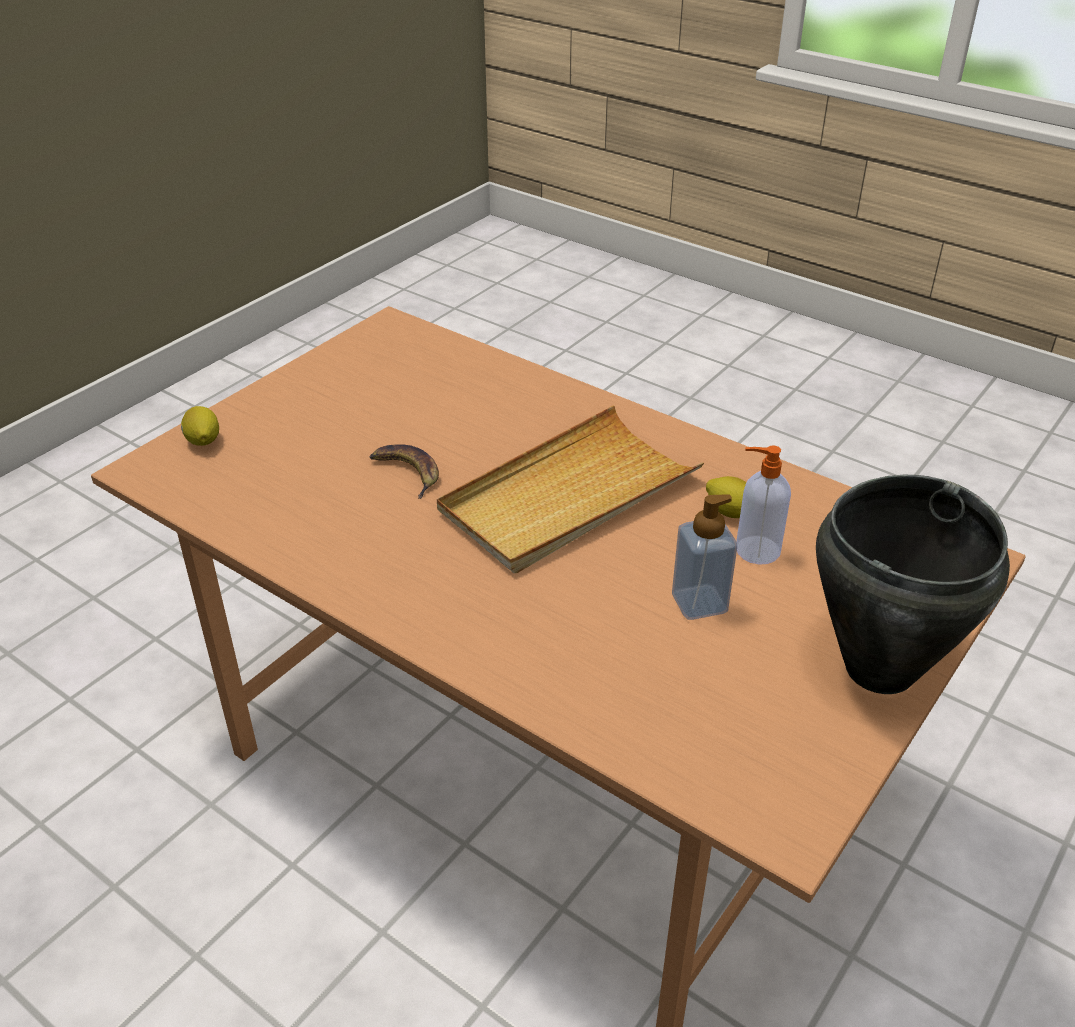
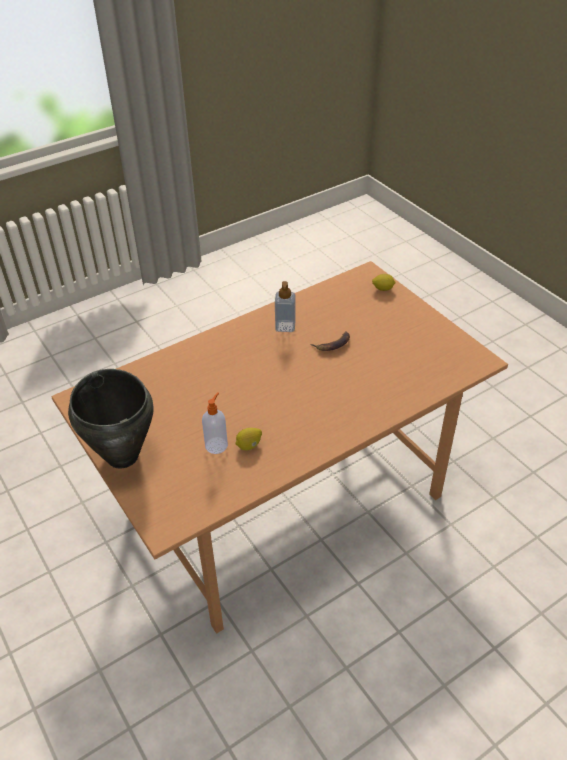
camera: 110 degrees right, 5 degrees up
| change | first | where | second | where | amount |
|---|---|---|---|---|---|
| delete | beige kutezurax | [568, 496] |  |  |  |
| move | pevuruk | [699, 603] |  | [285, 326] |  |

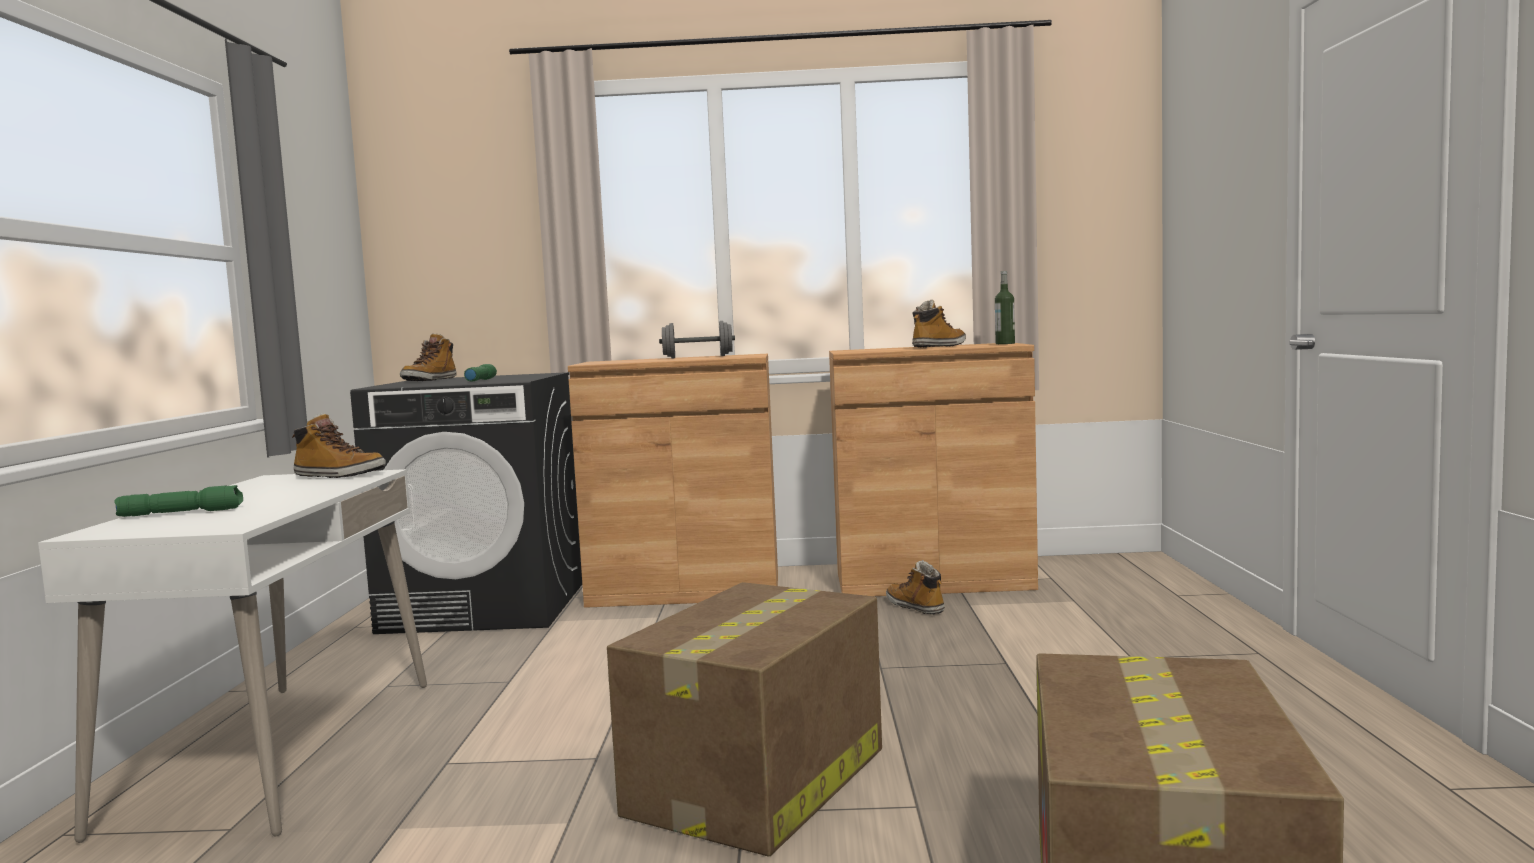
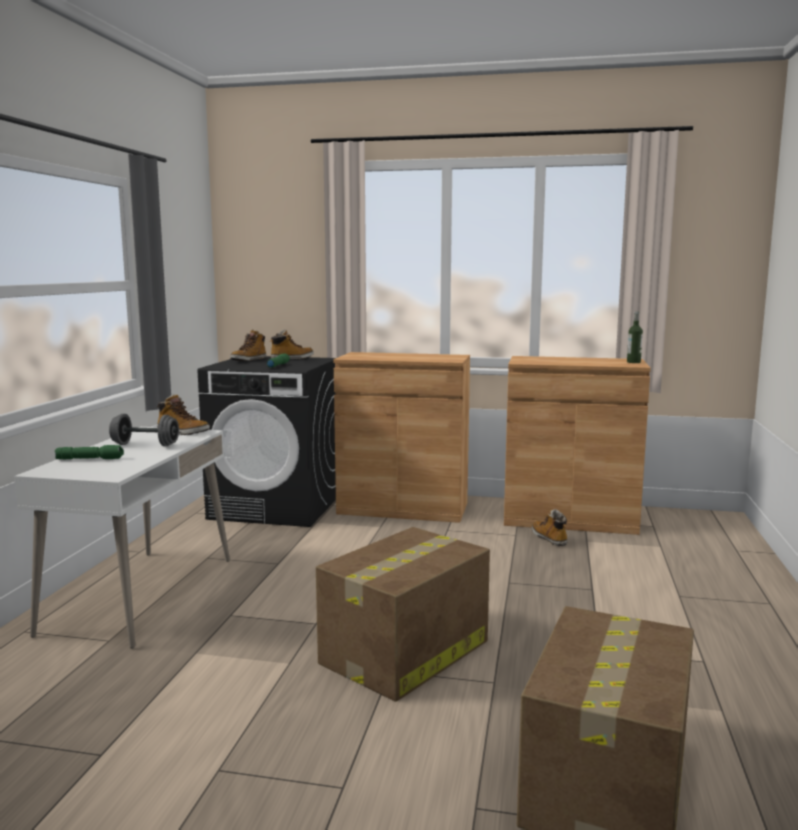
camera: 10 degrees right, 5 degrees up
| change | first | where | second | where | amount |
|---|---|---|---|---|---|
| move | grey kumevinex | [698, 357] |  | [145, 445] |  |
| move | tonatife | [939, 346] |  | [292, 359] |  |

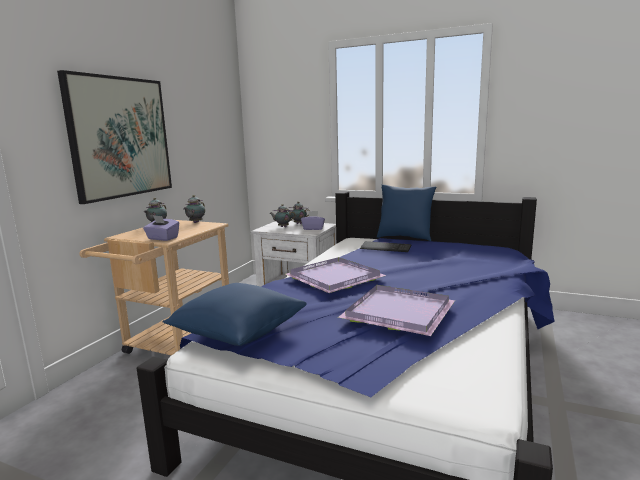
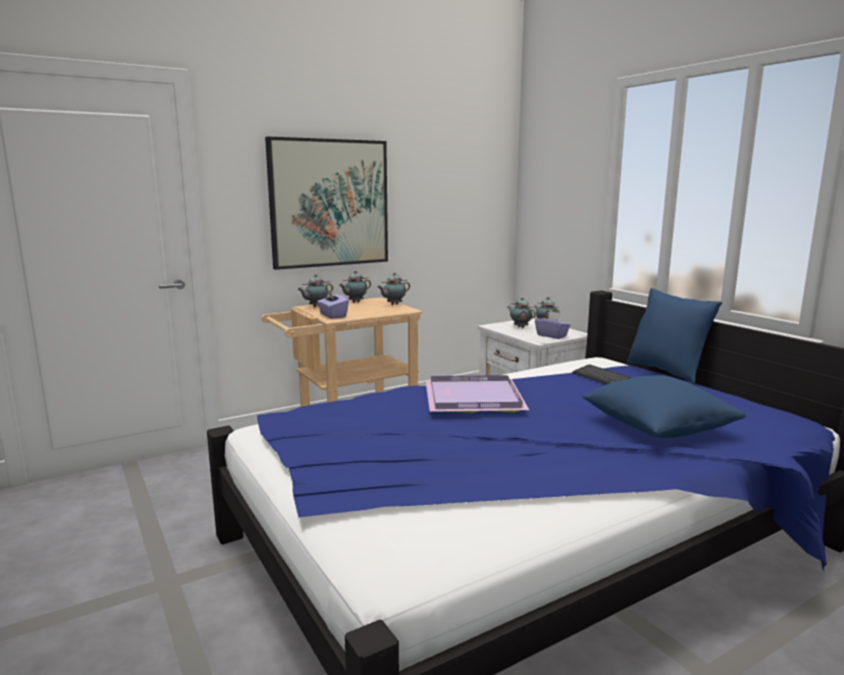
camera: 35 degrees right, 0 degrees up
| change | first | where | second | where | amount |
|---|---|---|---|---|---|
| delete | purple kutezurax | [396, 313] |  |  |  |
| insert |  |  | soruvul | [315, 307] |  |
| move | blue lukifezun | [238, 332] |  | [657, 427] |  |

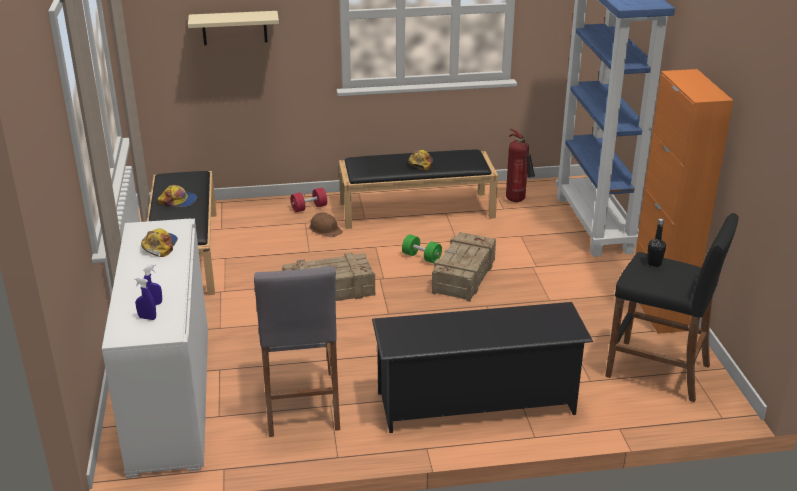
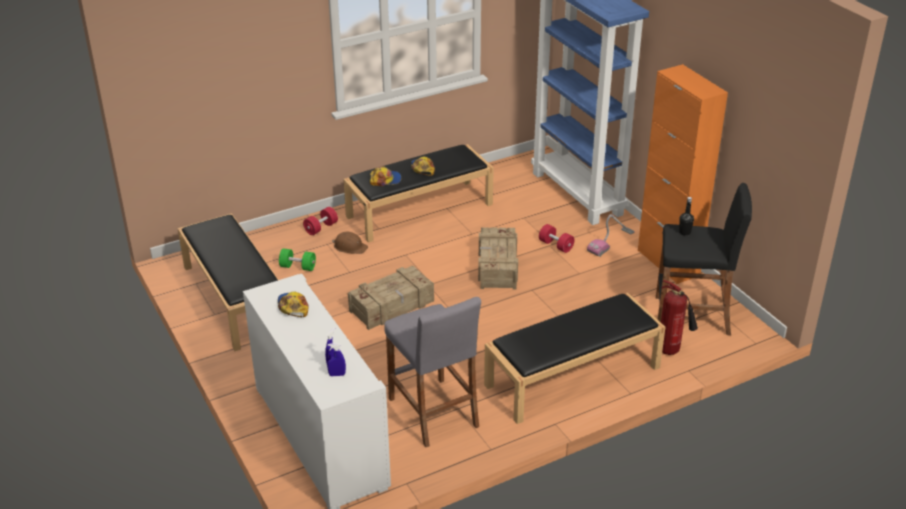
camera: 20 degrees left, 5 degrees up
| change | first | where | second | where | amount |
|---|---|---|---|---|---|
| delete | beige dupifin | [234, 28] |  |  |  |
| insert |  |  | red kumevinex | [556, 245] |  |
| insert |  |  | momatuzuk | [611, 242] |  |
| move | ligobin | [178, 201] |  | [385, 180] |  |
| move | green kumevinex | [421, 257] |  | [298, 267] |  |
| move | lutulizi | [517, 201] |  | [671, 351] |  |
| replace | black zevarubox | [476, 403] | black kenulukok | [572, 377] |  |

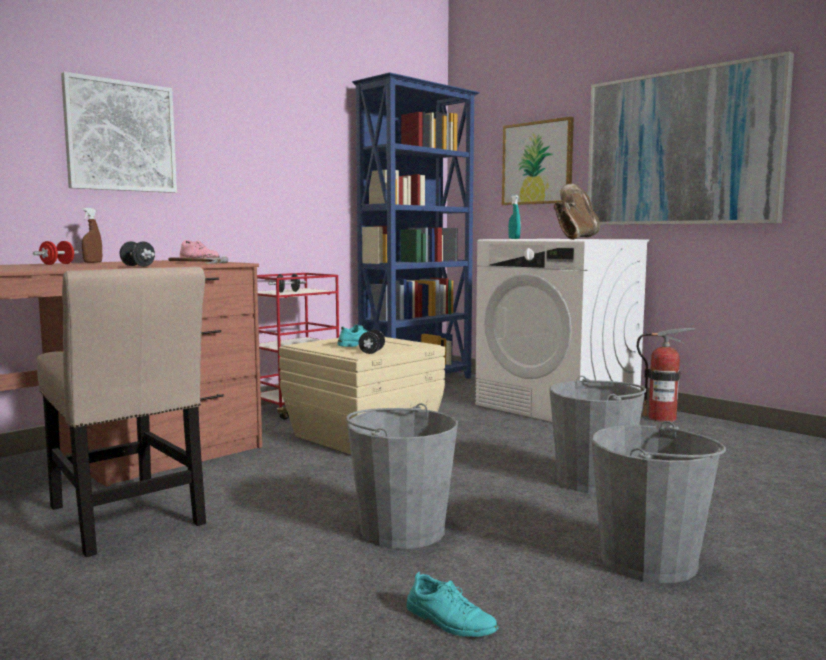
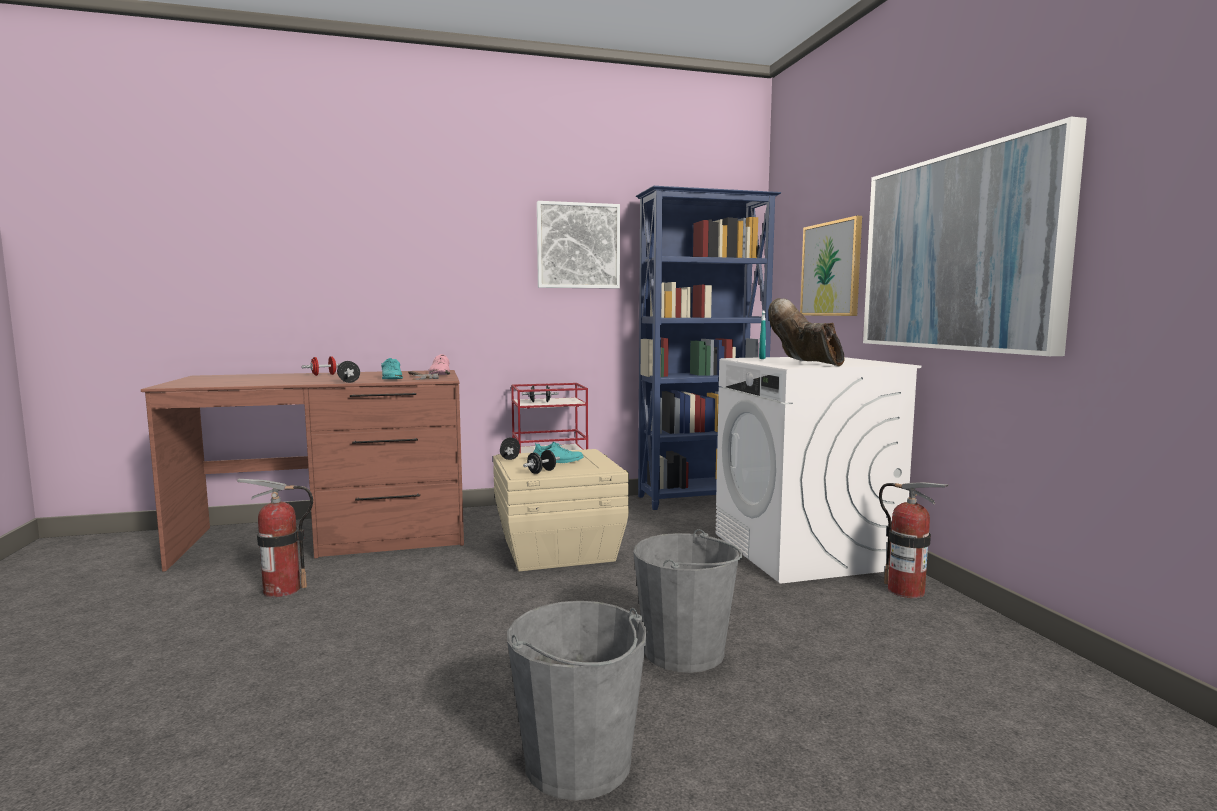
camera: 30 degrees right, 0 degrees up
| change | first | where | second | where | amount |
|---|---|---|---|---|---|
| delete | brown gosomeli | [93, 262] |  |  |  |
| delete | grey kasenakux | [402, 530] |  |  |  |
| insert |  |  | black kumevinex | [510, 458] |  |
| move | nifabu | [120, 136] |  | [578, 246] |  |
| move | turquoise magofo | [450, 620] |  | [392, 378] |  |
| replace | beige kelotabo | [127, 519] | lutulizi | [282, 590] |  |
| rotate | brown tonatife | [574, 239] |  | [805, 364] | 90 degrees counterclockwise |

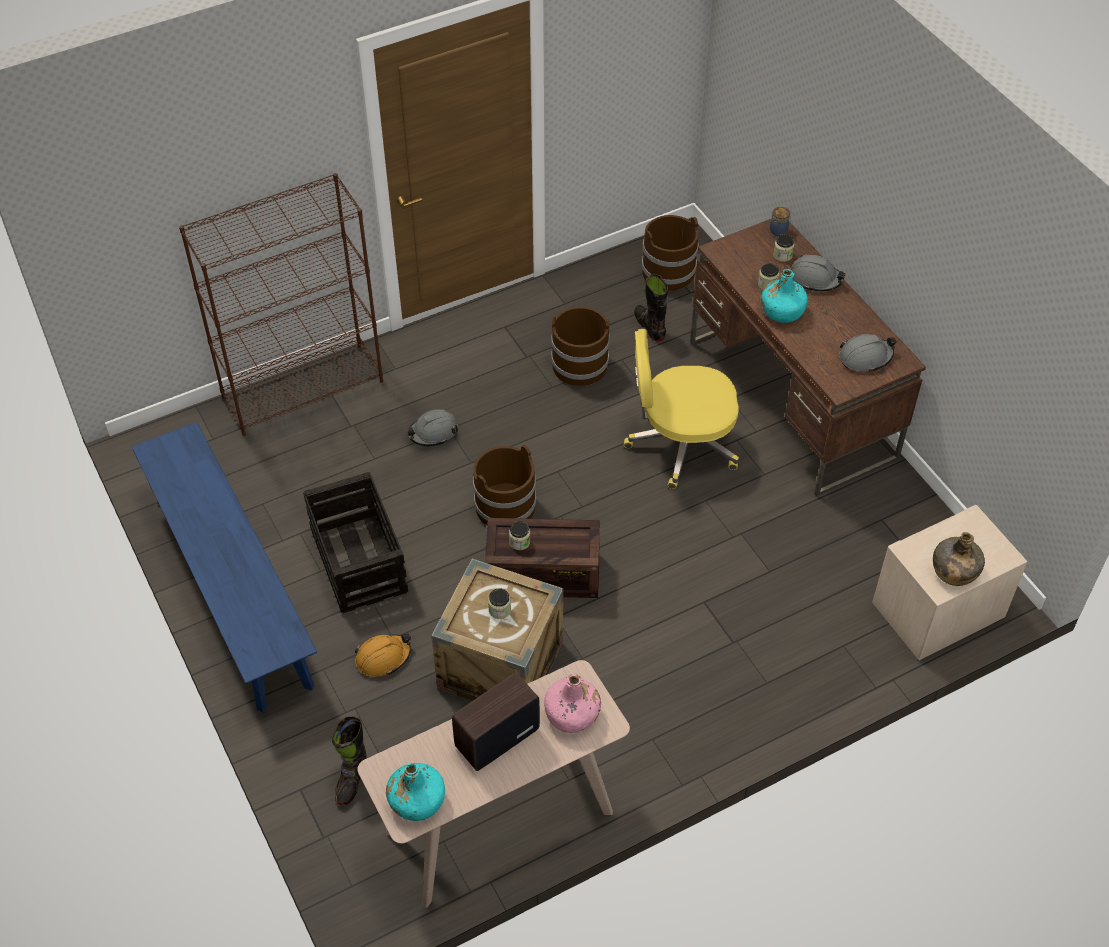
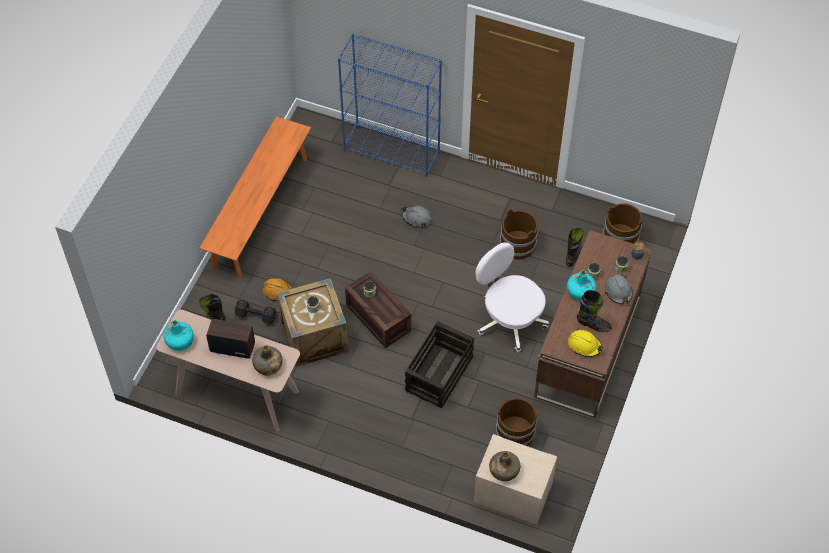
camera: 50 degrees right, 5 degrees up
| change | first | where | second | where | amount |
|---|---|---|---|---|---|
| insert |  |  | black kumevinex | [256, 316] |  |
| insert |  |  | black tonatife | [593, 325] |  |
| move | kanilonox | [359, 561] |  | [439, 374] |  |
| move | brown kasenakux | [505, 507] |  | [514, 433] |  |
| recolor | blue kenulukok | [232, 590] | orange kenulukok | [260, 212] |  |
| recolor | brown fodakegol | [303, 388] | blue fodakegol | [392, 151] |  |
| recolor | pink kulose | [572, 715] | green kulose | [268, 366] |  |
| recolor | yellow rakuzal | [680, 444] | white rakuzal | [509, 320] |  |
| recolor | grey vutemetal | [865, 357] | yellow vutemetal | [584, 345] |  |

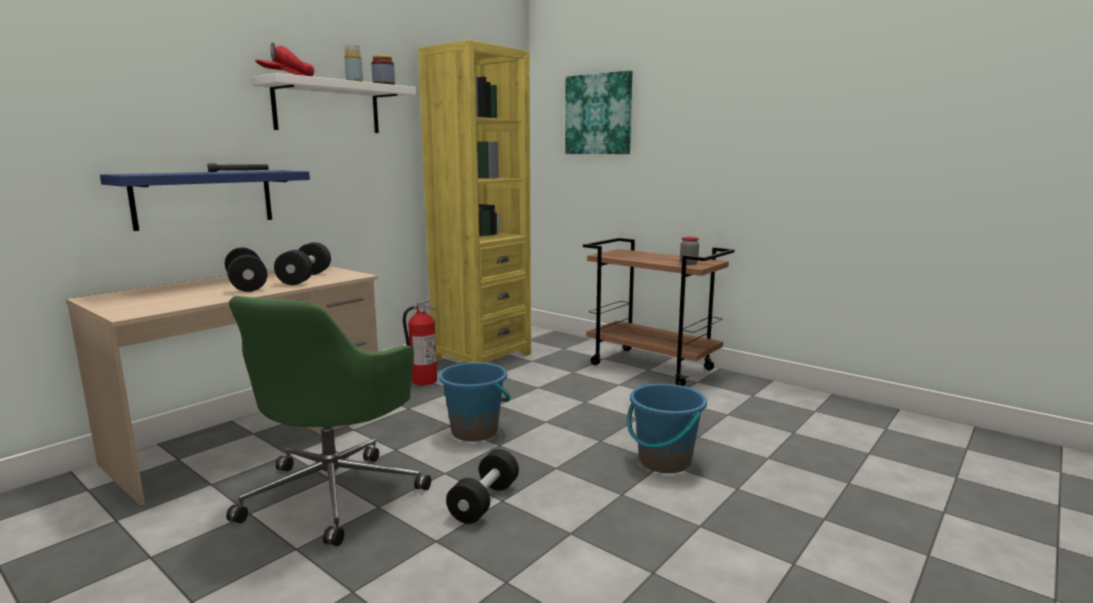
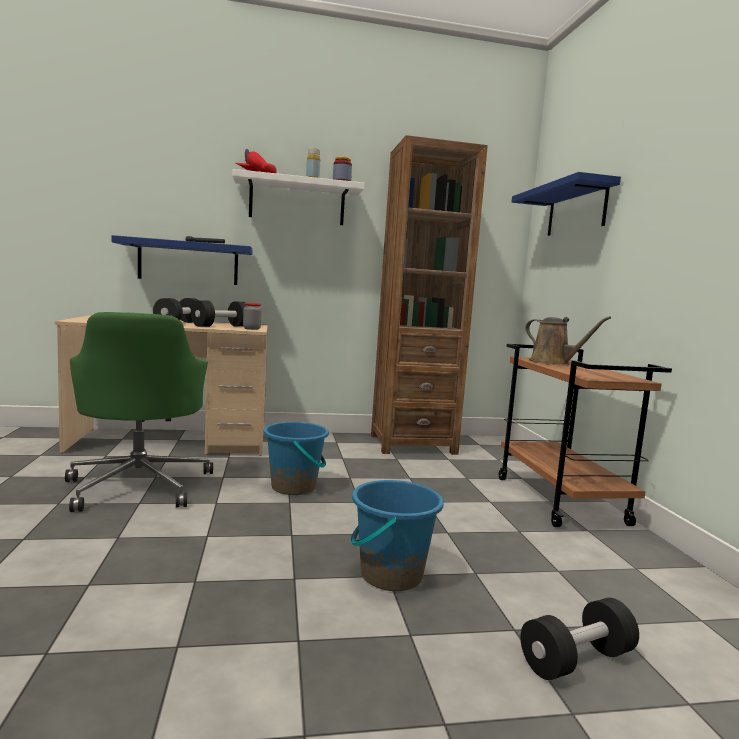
camera: 40 degrees right, 5 degrees down
| change | first | where | second | where | amount |
|---|---|---|---|---|---|
| delete | lutulizi | [423, 381] |  |  |  |
| insert |  |  | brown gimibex | [553, 363] |  |
| move | black kumevinex | [484, 502] |  | [576, 660] |  |
| move | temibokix | [688, 263] |  | [251, 329] |  |
| replace | nifabu | [598, 114] | blue dupifin | [576, 210] |  |
| recolor | yellow fodakegol | [482, 357] | brown fodakegol | [412, 444] |  |
| rotate | green rakuzal | [335, 492] |  | [140, 485] | 75 degrees counterclockwise |

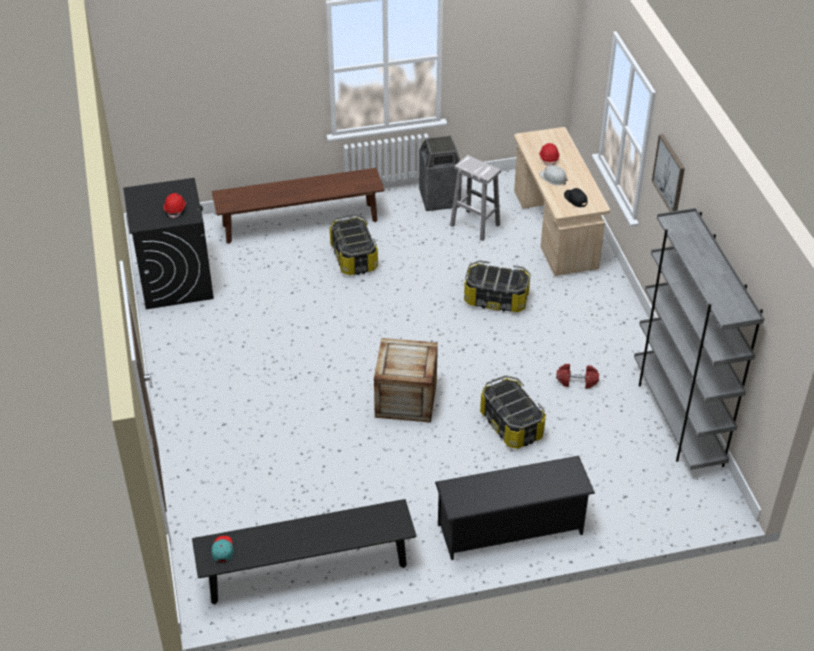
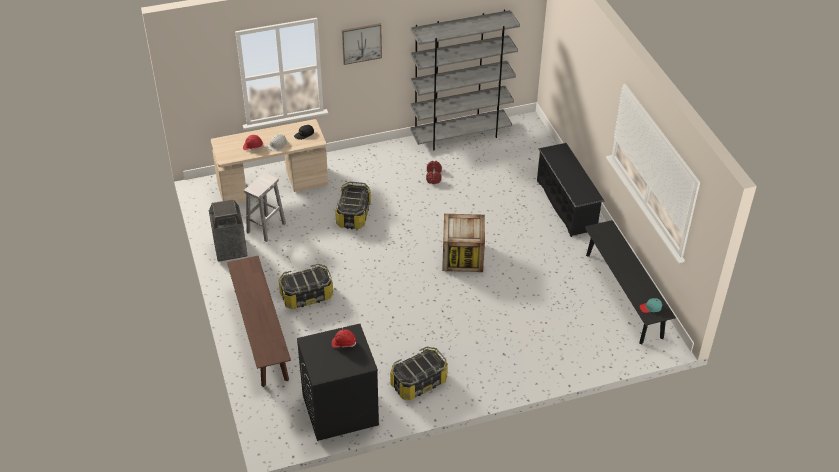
camera: 95 degrees left, 0 degrees up
| change | first | where | second | where | amount |
|---|---|---|---|---|---|
| move | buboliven | [511, 425] |  | [419, 383] |  |

